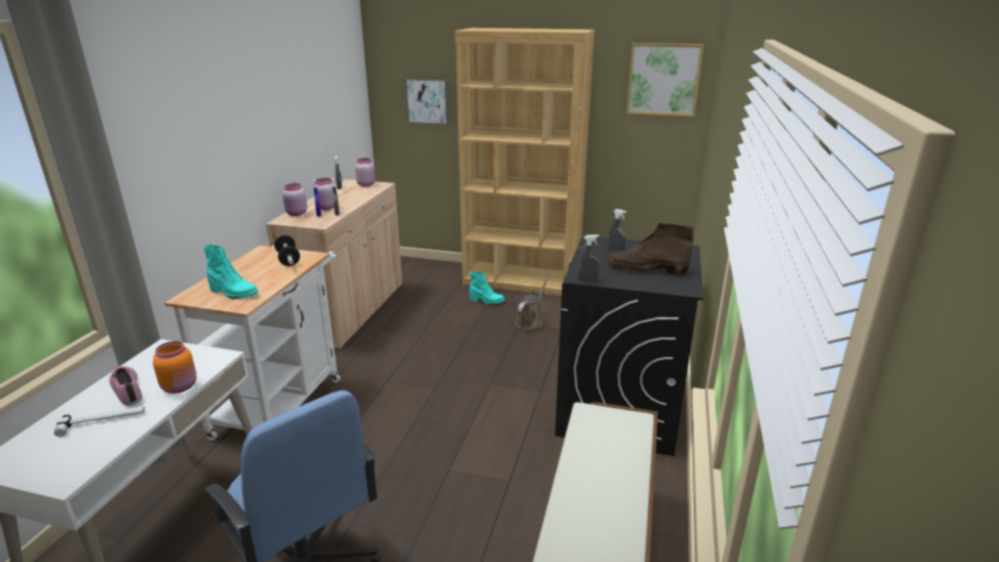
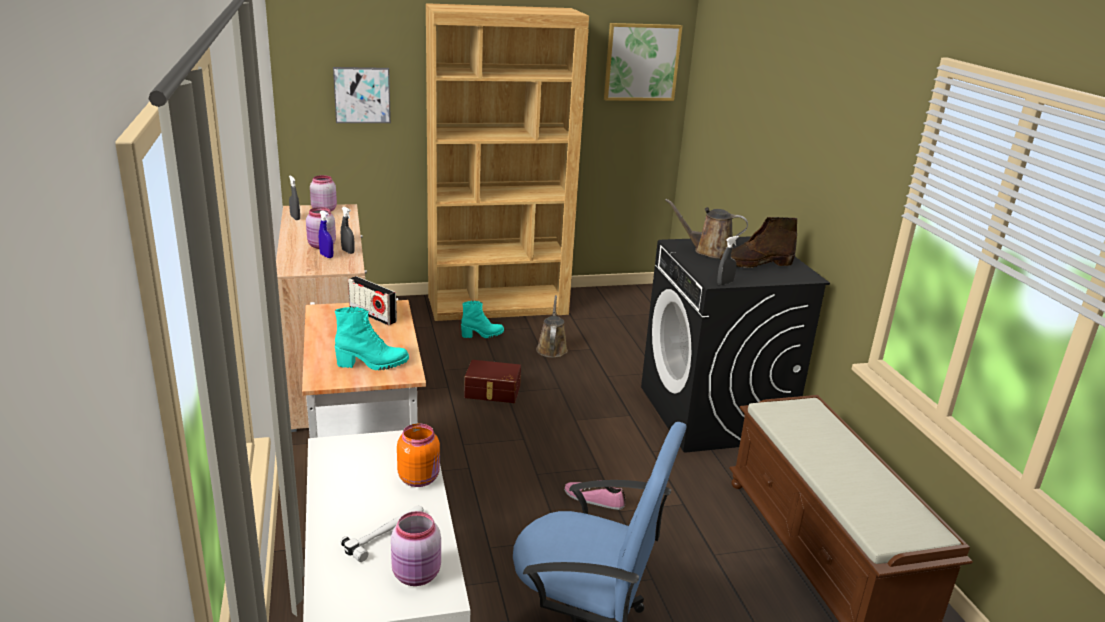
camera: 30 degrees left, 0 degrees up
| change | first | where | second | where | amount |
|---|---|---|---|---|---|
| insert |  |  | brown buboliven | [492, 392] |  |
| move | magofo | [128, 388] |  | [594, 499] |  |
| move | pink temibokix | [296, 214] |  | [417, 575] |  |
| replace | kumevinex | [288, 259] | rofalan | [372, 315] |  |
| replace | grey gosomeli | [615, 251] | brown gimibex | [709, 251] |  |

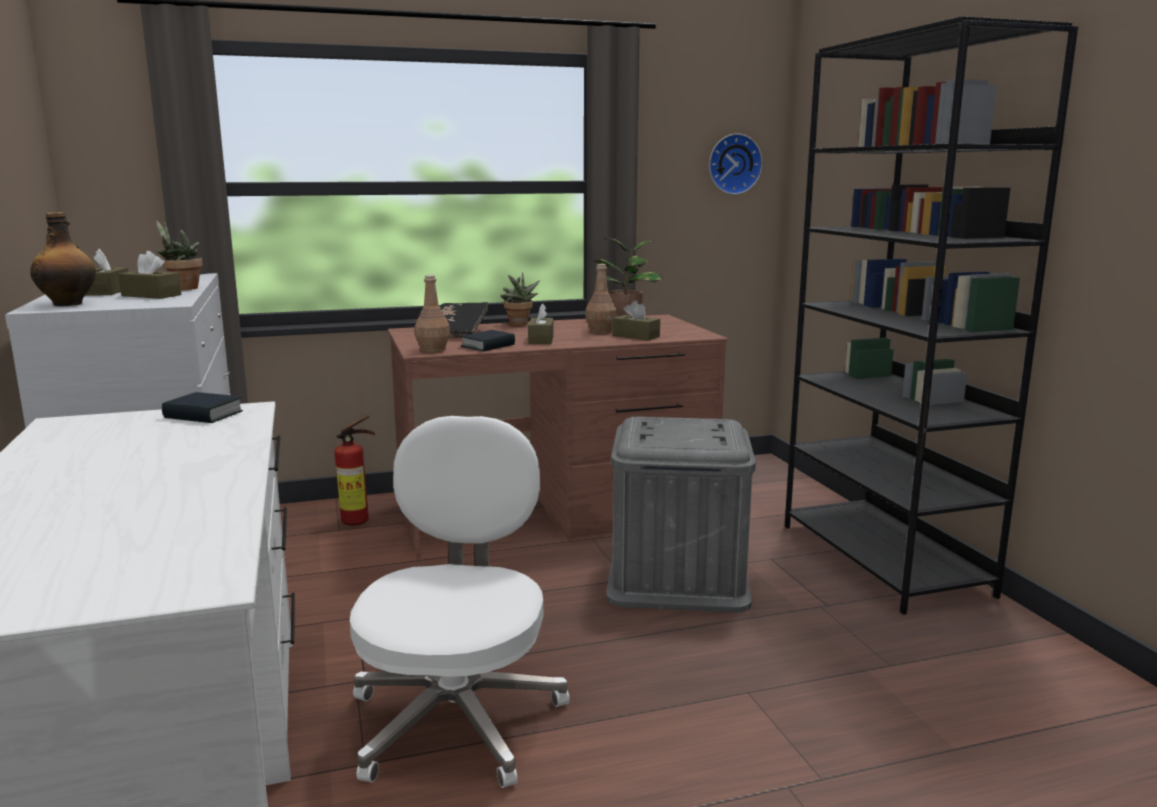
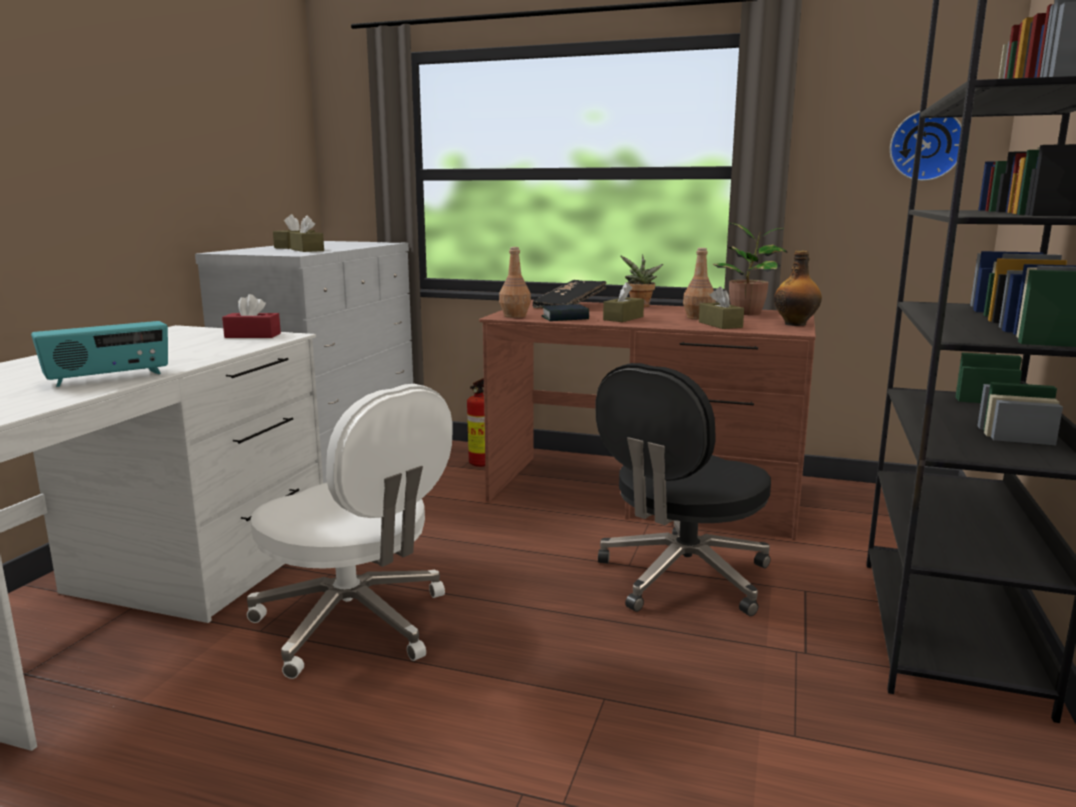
camera: 35 degrees right, 0 degrees up
| change | first | where | second | where | amount |
|---|---|---|---|---|---|
| delete | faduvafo | [182, 288] |  |  |  |
| insert |  |  | rofalan | [108, 378] |  |
| move | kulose | [69, 304] |  | [796, 324] |  |
| replace | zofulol | [203, 415] | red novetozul | [253, 335] |  |
| replace | grey buboliven | [677, 577] | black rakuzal | [682, 578] |  |
| rotate | white rakuzal | [457, 717] |  | [355, 624] | 90 degrees clockwise |

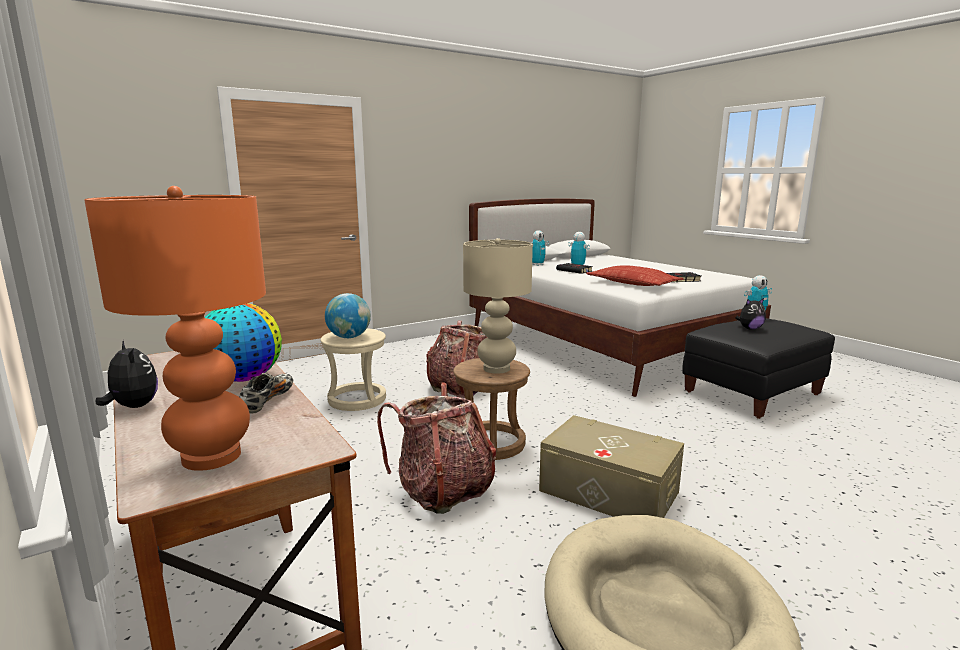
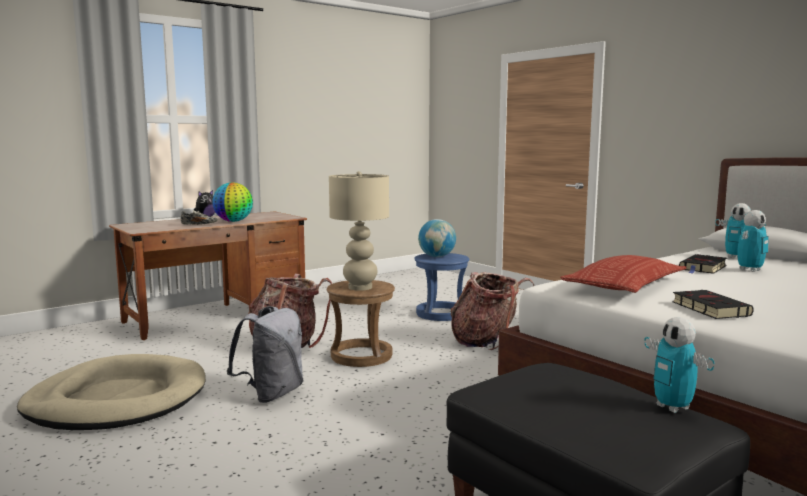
camera: 85 degrees right, 5 degrees down
| change | first | where | second | where | amount |
|---|---|---|---|---|---|
| delete | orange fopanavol | [212, 456] |  |  |  |
| delete | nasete | [749, 328] |  |  |  |
| replace | beige buboliven | [608, 491] | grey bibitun | [271, 394] |  |
| recolor | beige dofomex | [356, 399] | blue dofomex | [441, 313] |  |

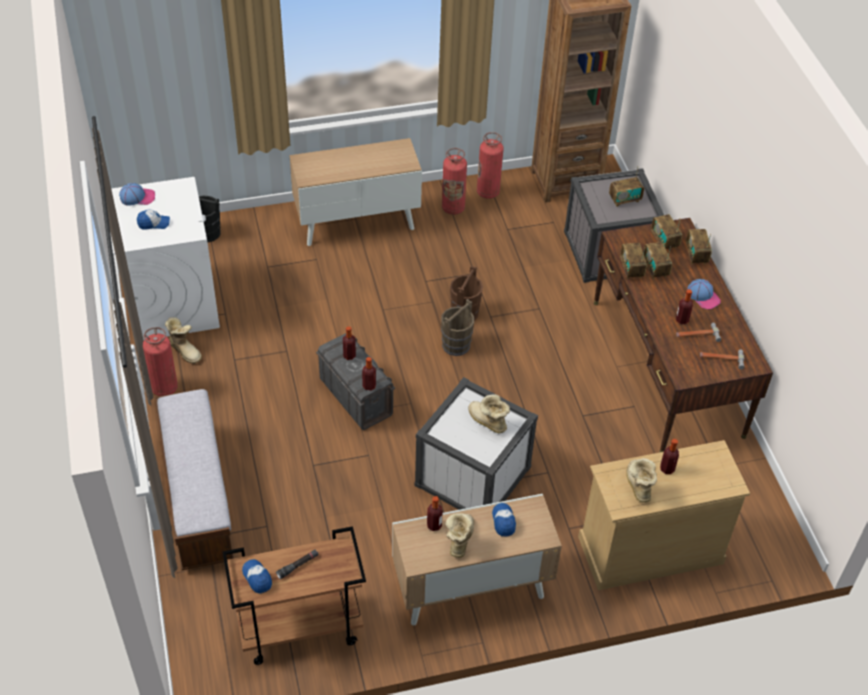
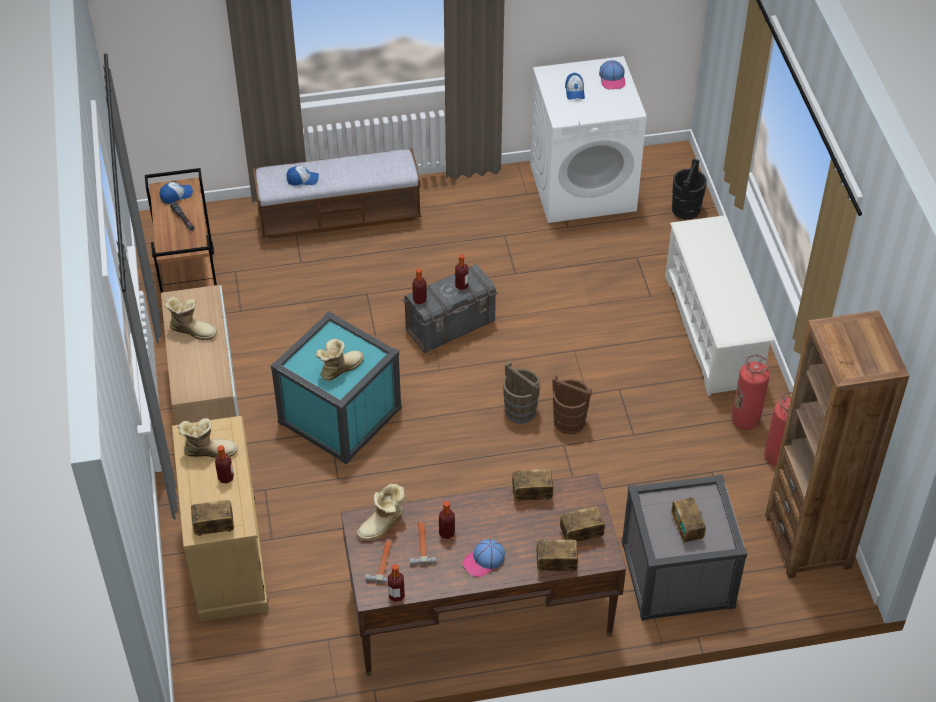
camera: 95 degrees right, 0 degrees up
| change | first | where | second | where | amount |
|---|---|---|---|---|---|
| delete | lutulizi | [164, 388] |  |  |  |
| move | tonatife | [185, 350] |  | [383, 525] |  |
| move | kulose | [434, 525] |  | [396, 595] |  |
| move | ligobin | [503, 521] |  | [302, 179] |  |
| move | rofalan | [655, 268] |  | [214, 527] |  |
| replace | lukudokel | [357, 222] | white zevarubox | [712, 331] |  |
| recolor | white buboliven | [473, 476] | turquoise buboliven | [339, 415] |  |

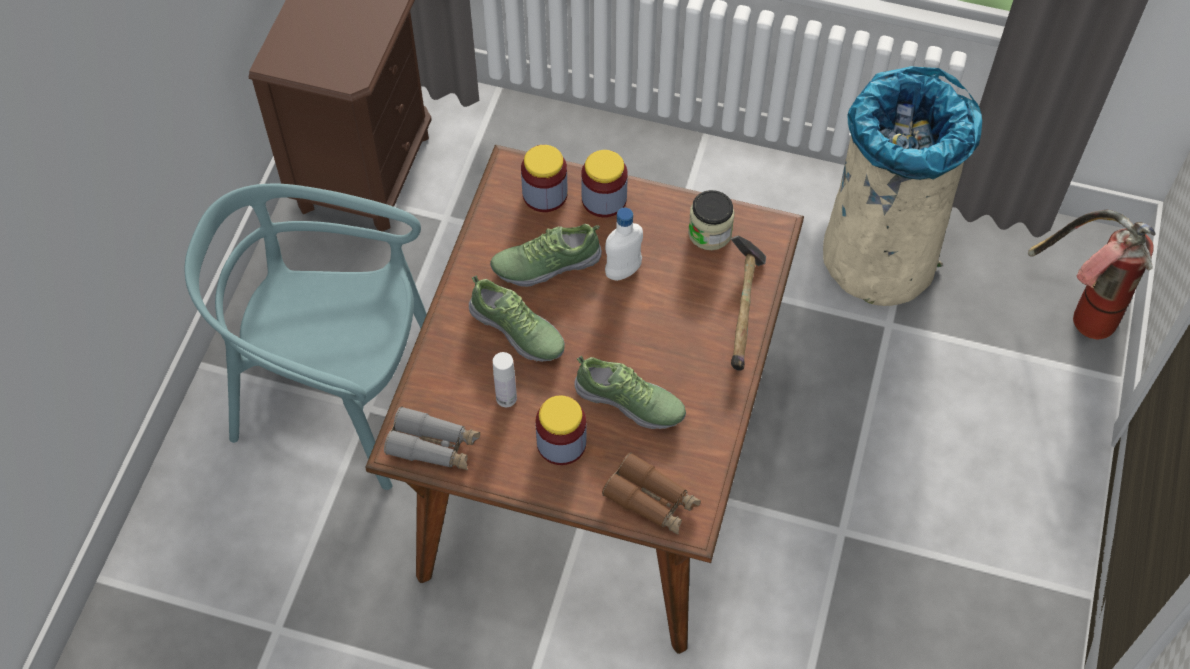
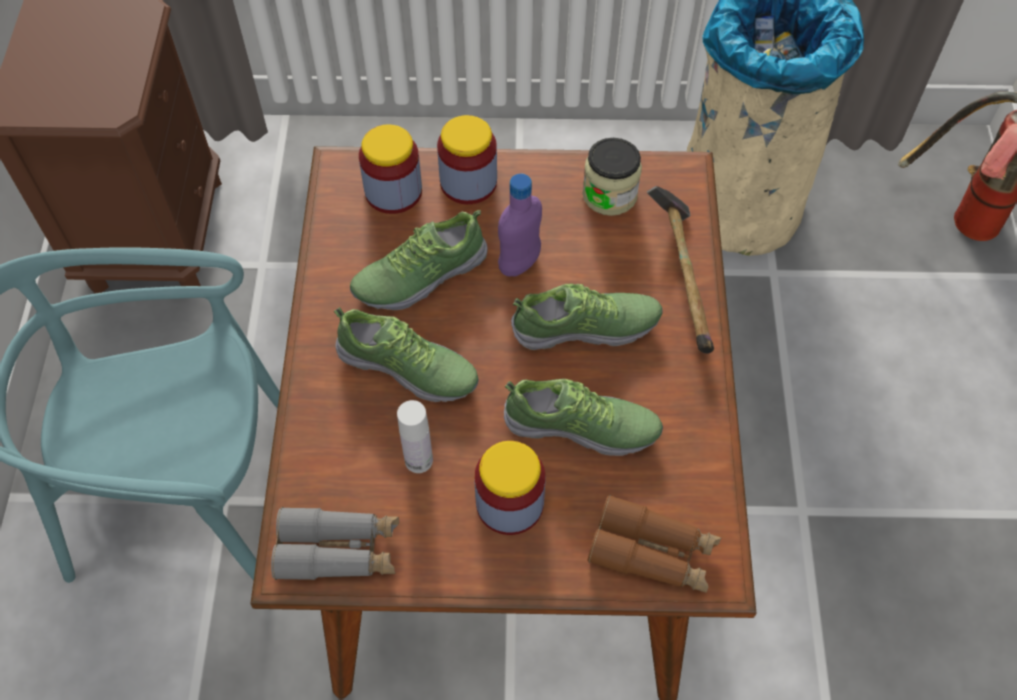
camera: 15 degrees left, 0 degrees up
| change | first | where | second | where | amount |
|---|---|---|---|---|---|
| insert |  |  | magofo | [586, 327] |  |
| recolor | white kulose | [623, 271] | purple kulose | [519, 263] |  |

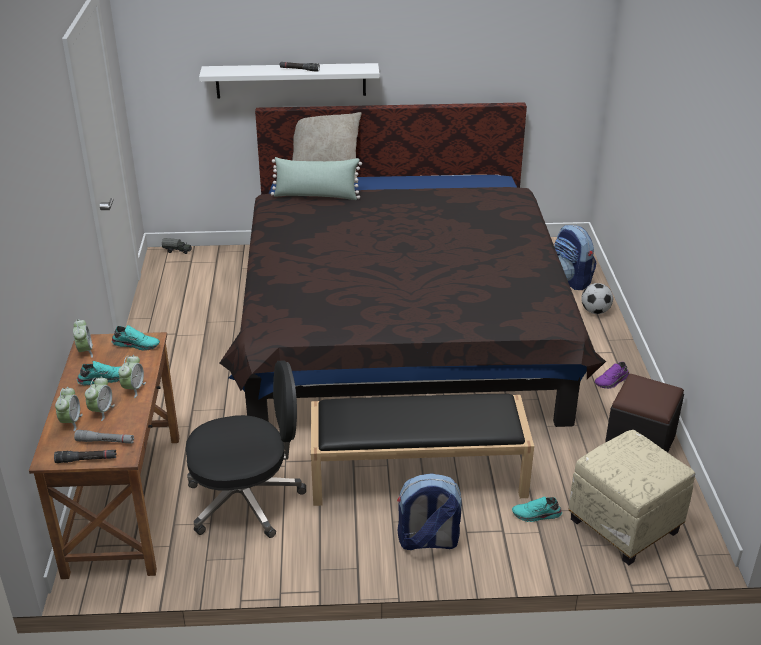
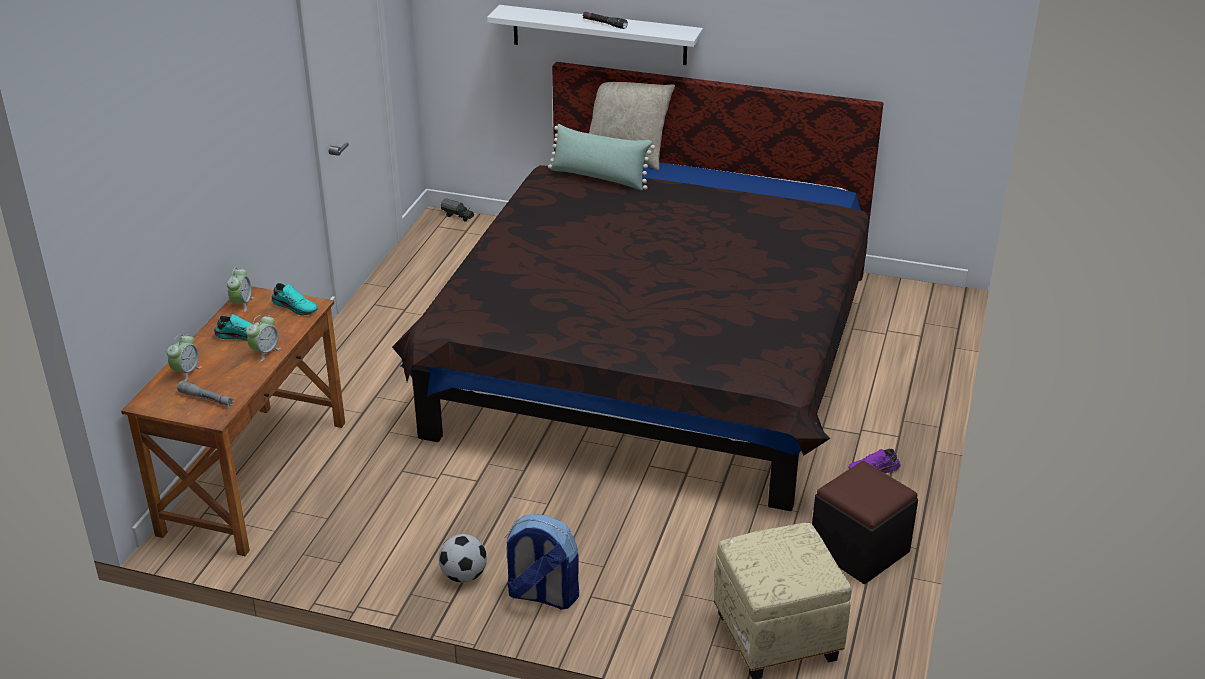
camera: 20 degrees right, 0 degrees up
| change | first | where | second | where | amount |
|---|---|---|---|---|---|
| delete | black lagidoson | [86, 460] |  |  |  |
| delete | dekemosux | [101, 411] |  |  |  |
| delete | black rakuzal | [247, 500] |  |  |  |
| delete | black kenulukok | [419, 473] |  |  |  |
| delete | turquoise magofo | [536, 515] |  |  |  |
| delete | bibitun | [571, 280] |  |  |  |
| move | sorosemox | [595, 311] |  | [464, 576] |  |

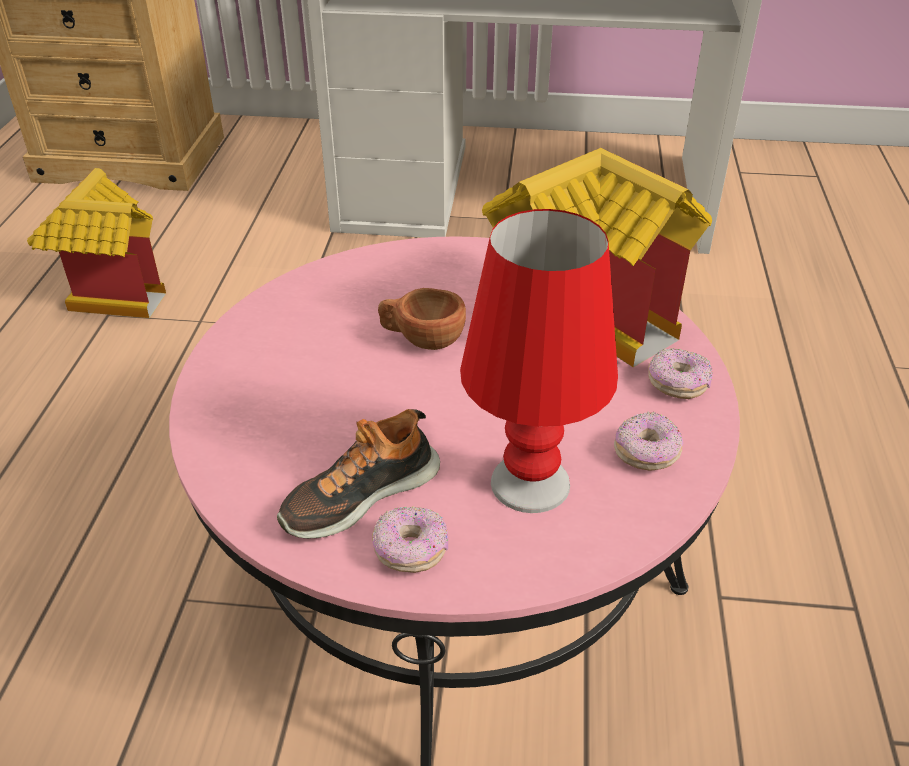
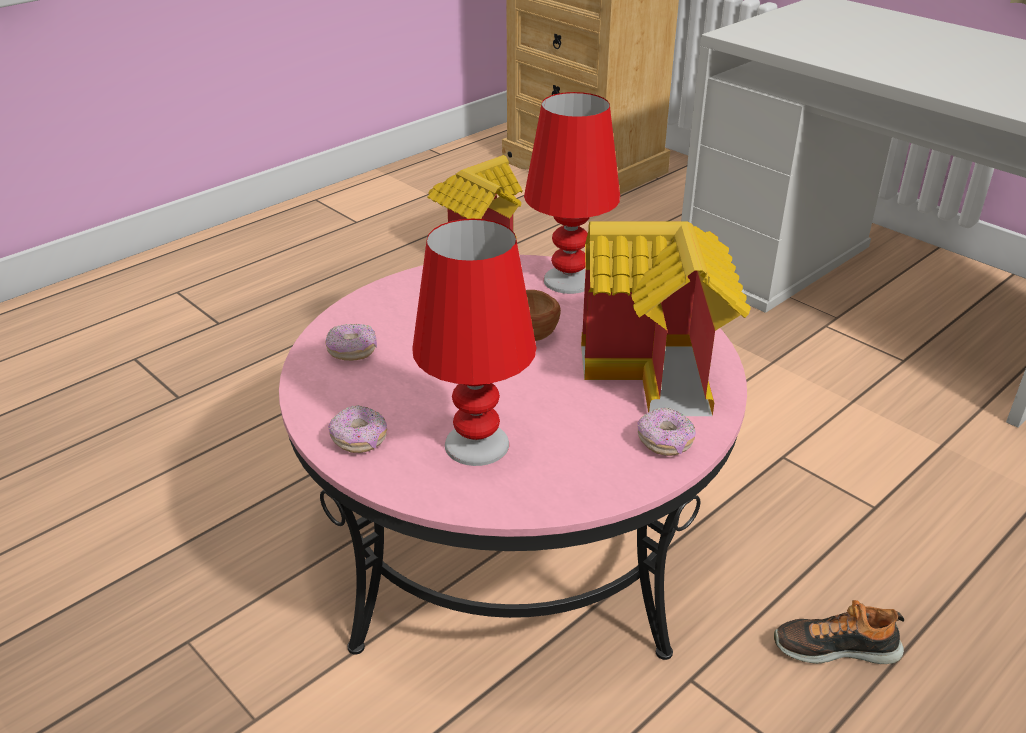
camera: 40 degrees right, 5 degrees down
| change | first | where | second | where | amount |
|---|---|---|---|---|---|
| insert |  |  | red fopanavol | [569, 280] |  |
| move | magofo | [360, 495] |  | [835, 647] |  |
| move | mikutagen | [646, 454] |  | [352, 352] |  |

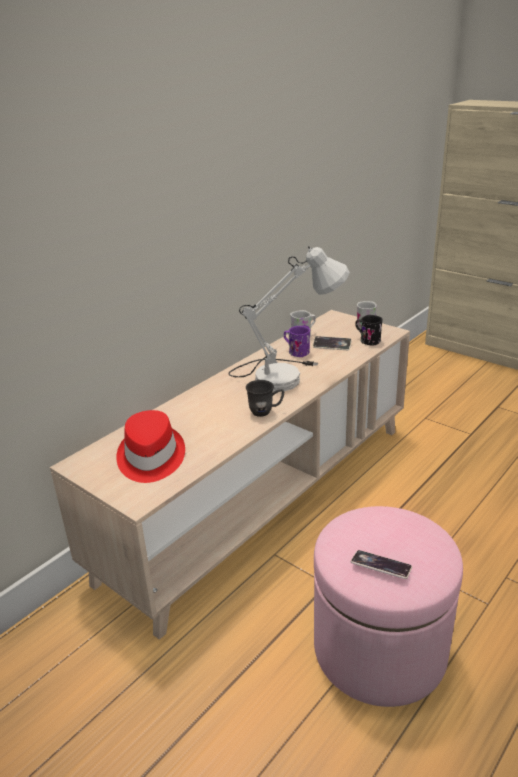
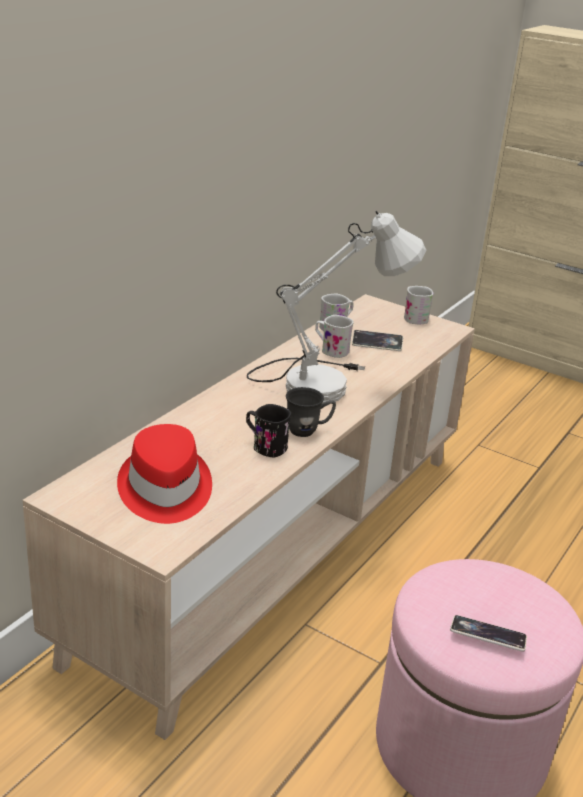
camera: 10 degrees left, 0 degrees up
| change | first | where | second | where | amount |
|---|---|---|---|---|---|
| move | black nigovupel | [367, 340] |  | [265, 446] |  |
| recolor | purple nigovupel | [296, 352] | white nigovupel | [331, 350] |  |

